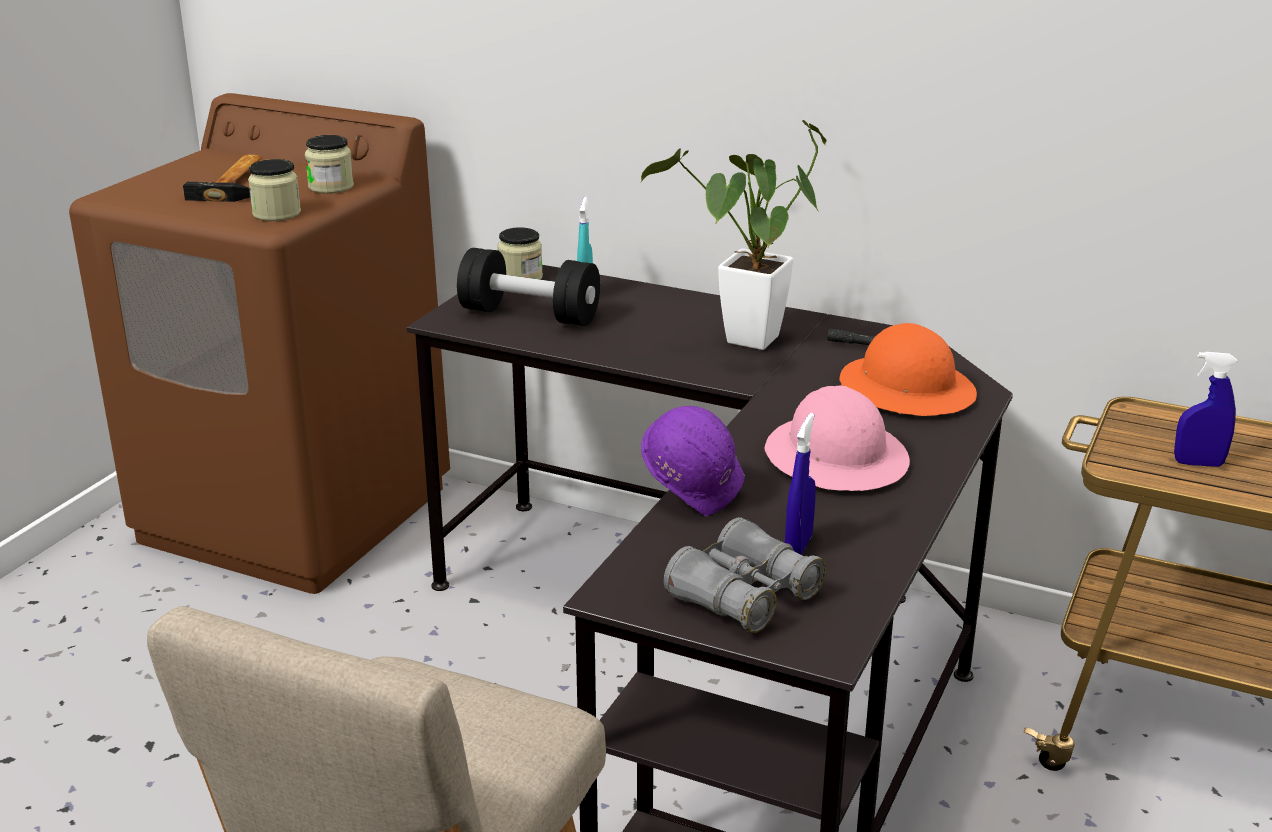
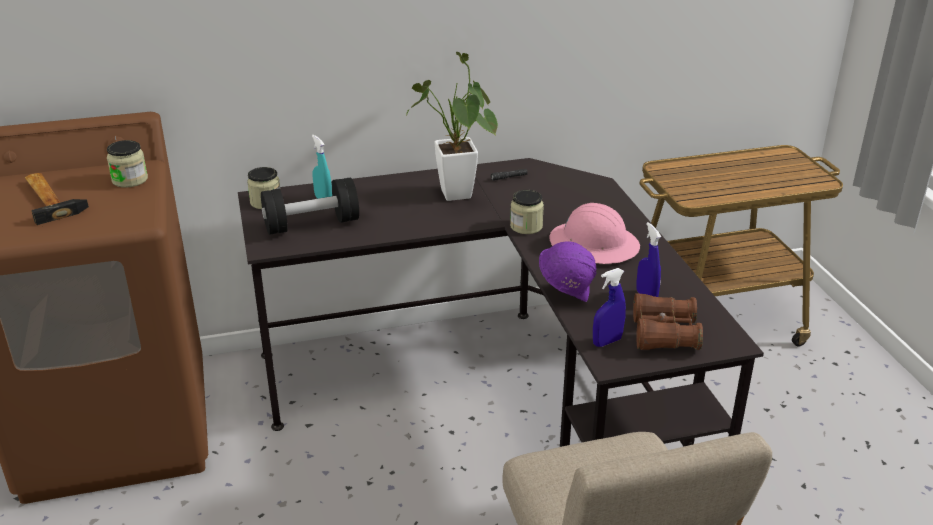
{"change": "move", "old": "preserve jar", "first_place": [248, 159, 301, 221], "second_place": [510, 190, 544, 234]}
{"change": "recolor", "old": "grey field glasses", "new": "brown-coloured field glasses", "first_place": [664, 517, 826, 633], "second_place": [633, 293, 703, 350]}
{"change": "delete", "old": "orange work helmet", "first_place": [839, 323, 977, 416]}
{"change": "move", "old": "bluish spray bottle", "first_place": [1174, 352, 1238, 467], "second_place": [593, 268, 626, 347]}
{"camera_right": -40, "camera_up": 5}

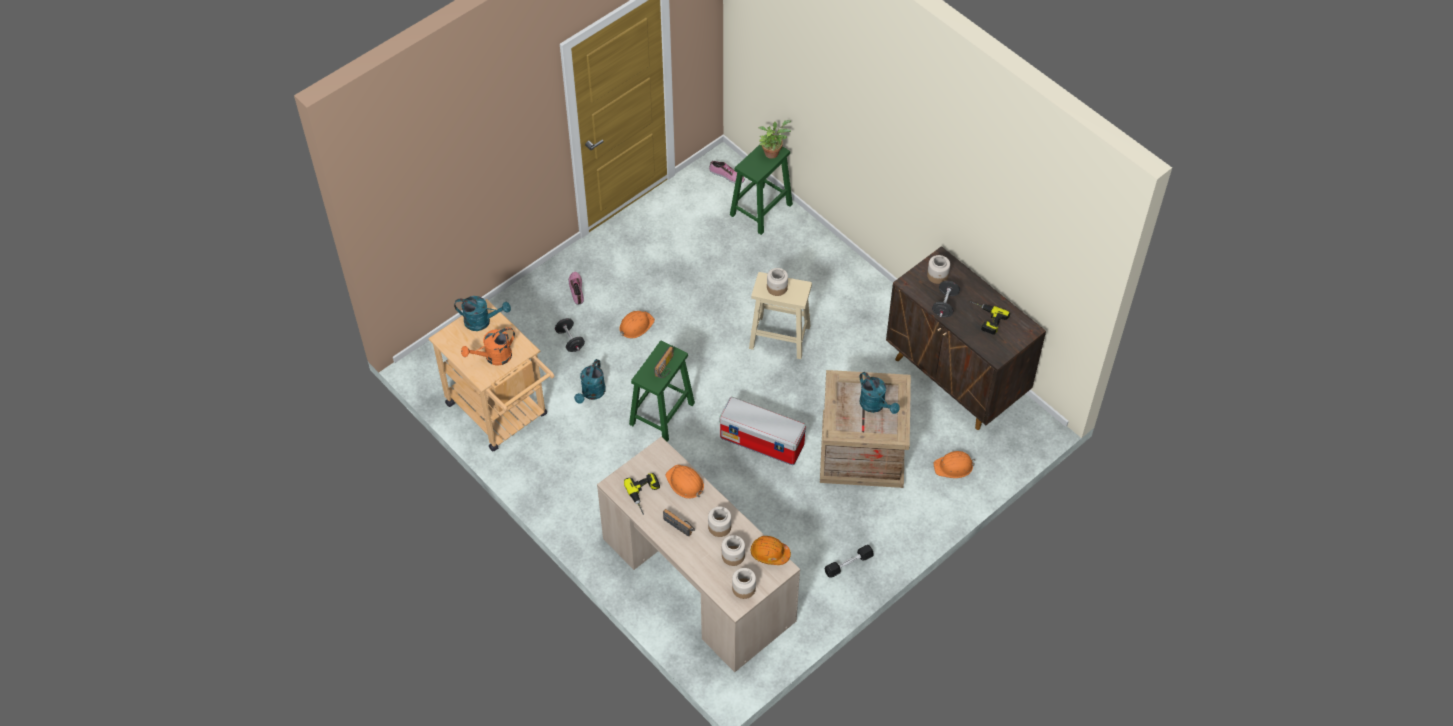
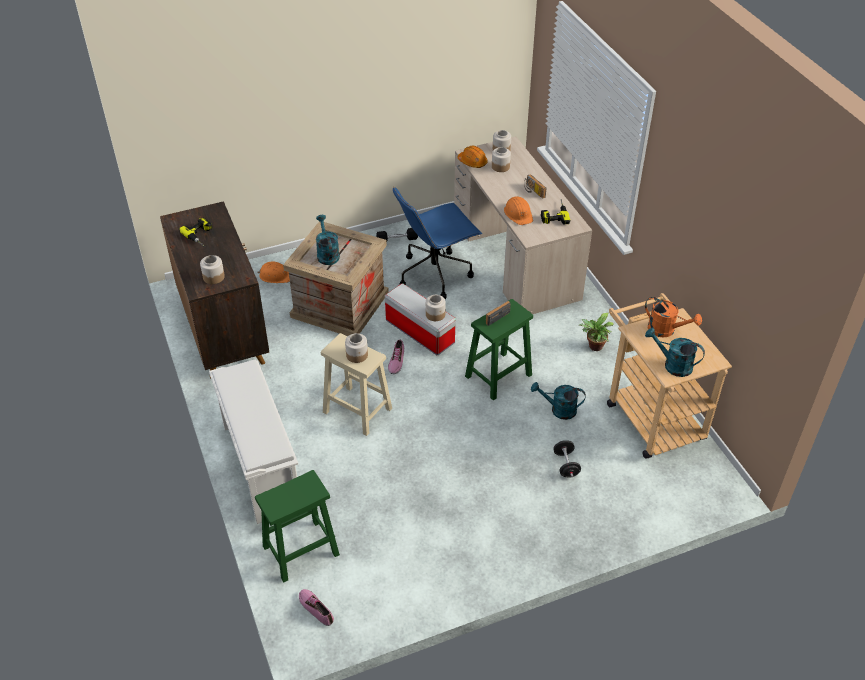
{"change": "rotate", "old": "orange watering pot", "first_place": [461, 327, 515, 366], "second_place": [645, 297, 702, 338], "degrees": 45}
{"change": "move", "old": "shoe", "first_place": [569, 272, 584, 305], "second_place": [388, 339, 404, 374]}
{"change": "rotate", "old": "blue-green watering pot", "first_place": [574, 359, 606, 404], "second_place": [531, 382, 586, 420], "degrees": -120}
{"change": "delete", "old": "orange work helmet", "first_place": [619, 311, 655, 338]}
{"change": "move", "old": "preserve jar", "first_place": [708, 506, 731, 537], "second_place": [426, 295, 446, 321]}
{"change": "move", "old": "potted plant", "first_place": [759, 120, 791, 159], "second_place": [579, 313, 614, 351]}
{"change": "delete", "old": "blackish free weight", "first_place": [932, 281, 960, 317]}
{"change": "insert", "new": "white-coloured shoe rack", "second_place": [209, 360, 298, 524]}
{"change": "insert", "new": "bluish desk chair", "second_place": [393, 187, 482, 299]}
{"camera_right": -160, "camera_up": -10}

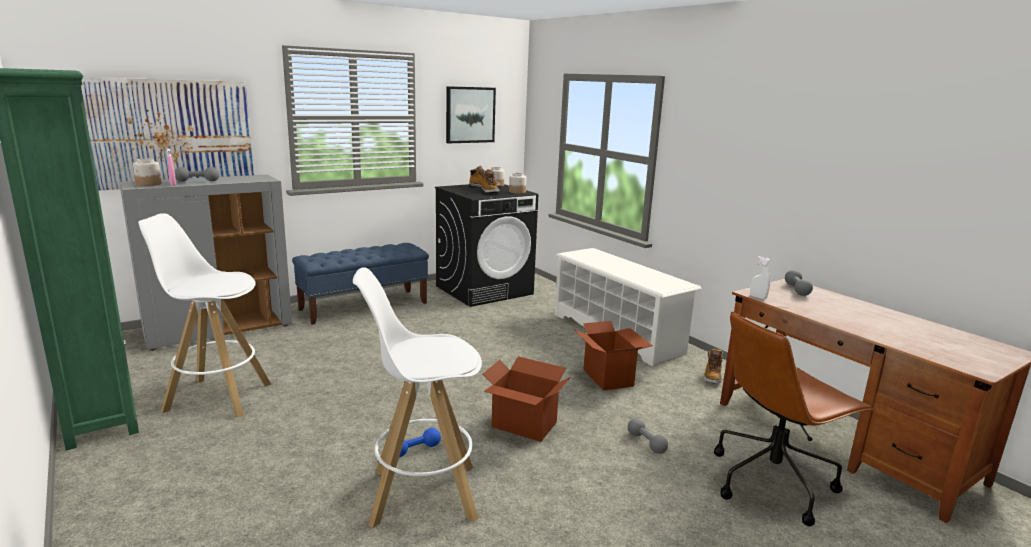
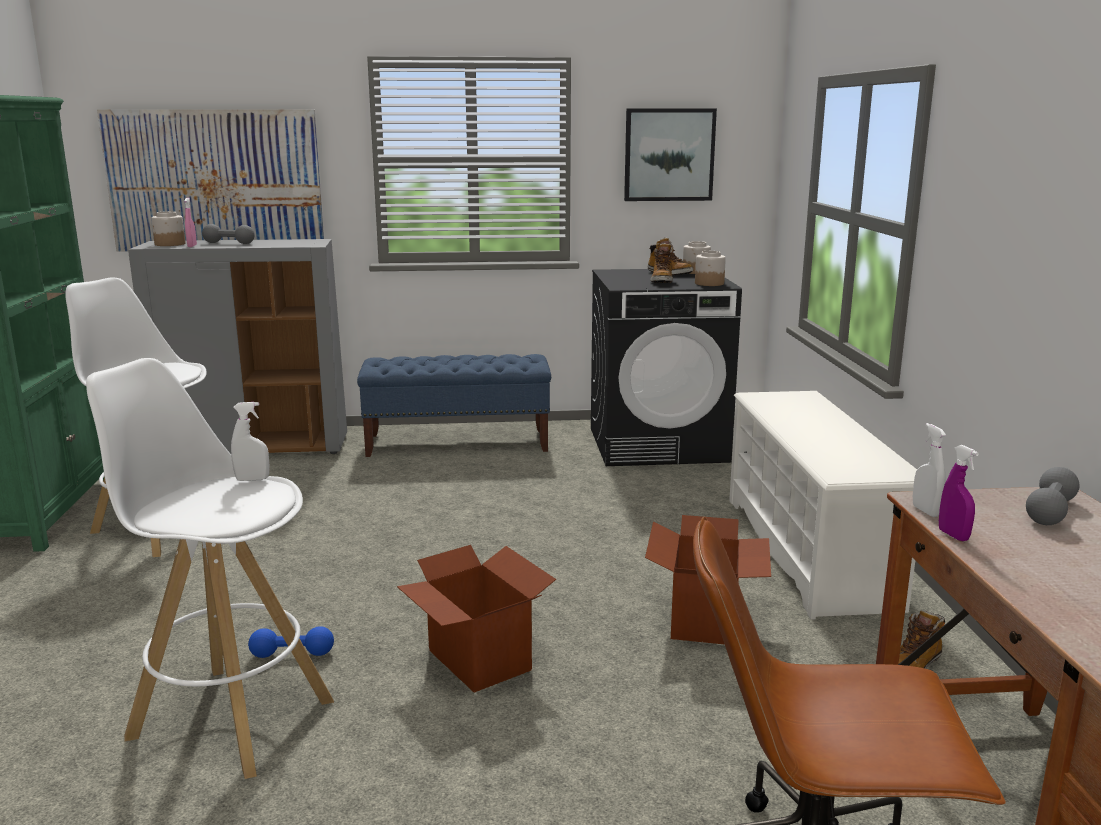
{"change": "delete", "old": "grey free weight", "first_place": [628, 418, 668, 454]}
{"change": "insert", "new": "white-coloured spray bottle", "second_place": [231, 402, 270, 481]}
{"change": "insert", "new": "purple-coloured spray bottle", "second_place": [939, 445, 979, 541]}
{"camera_right": 30, "camera_up": 0}

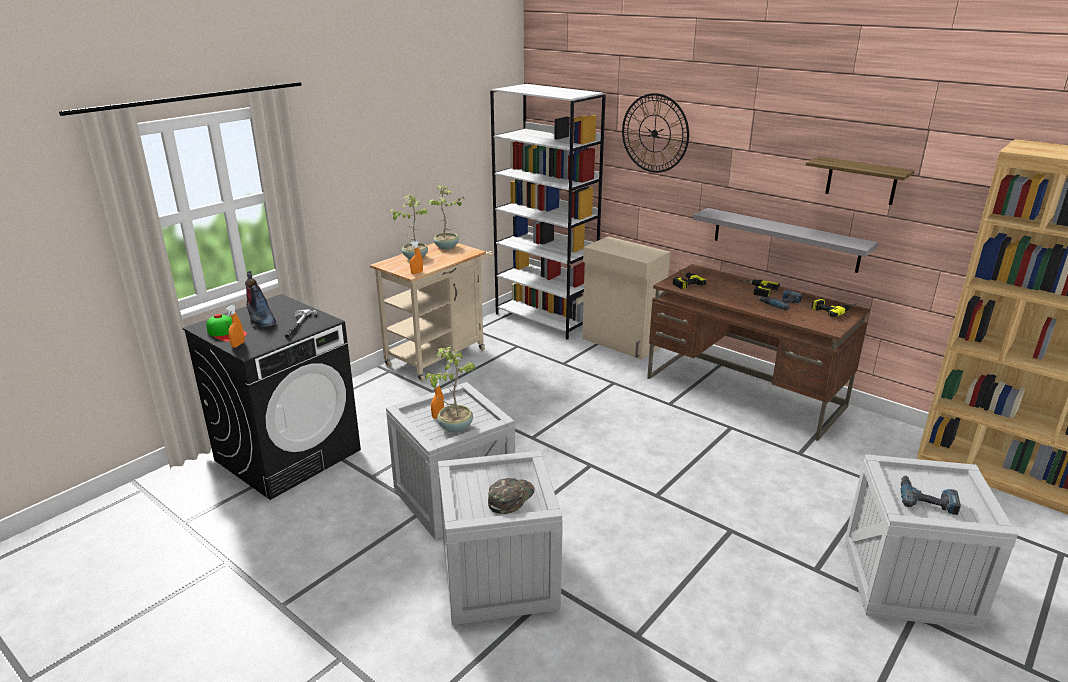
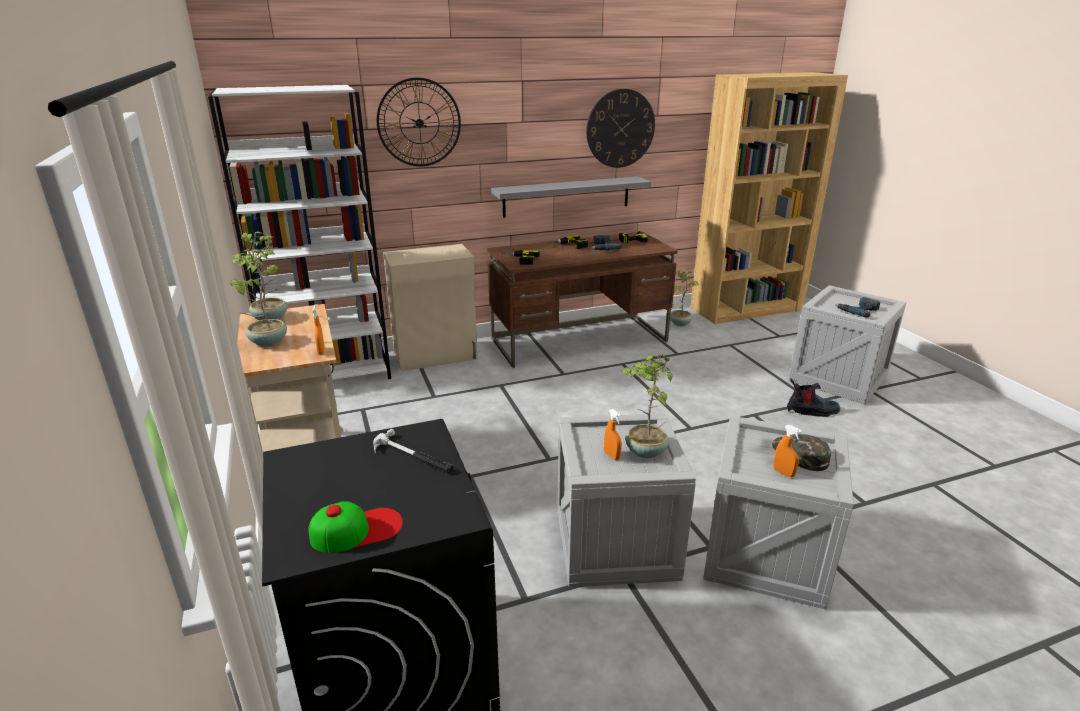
{"change": "move", "old": "orange spray bottle", "first_place": [226, 305, 244, 348], "second_place": [774, 425, 802, 477]}
{"change": "move", "old": "tall boot", "first_place": [245, 271, 276, 328], "second_place": [787, 379, 840, 417]}
{"change": "replace", "old": "wall shelf", "new": "clock on the wall", "first_place": [806, 157, 915, 205], "second_place": [586, 89, 655, 168]}
{"change": "insert", "new": "potted plant", "second_place": [670, 269, 698, 326]}
{"camera_right": -60, "camera_up": 0}

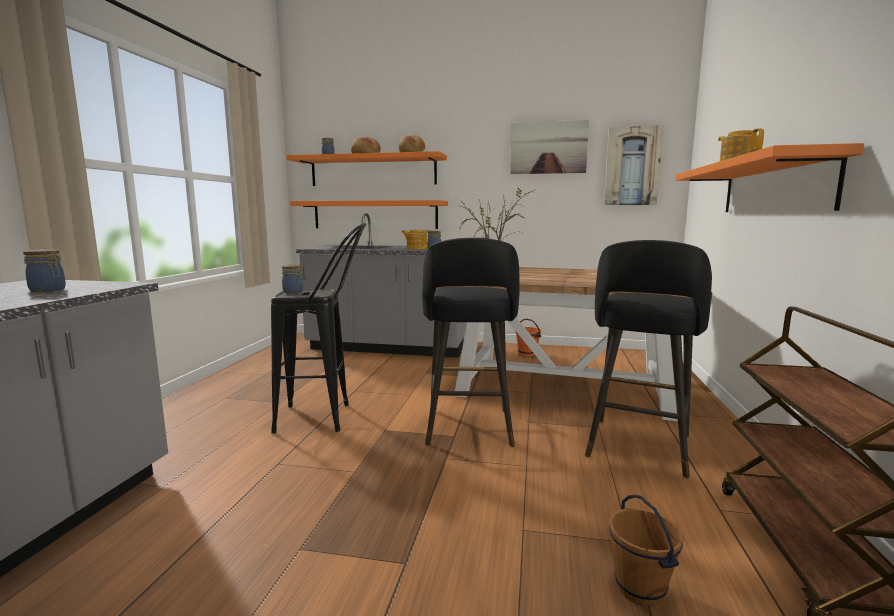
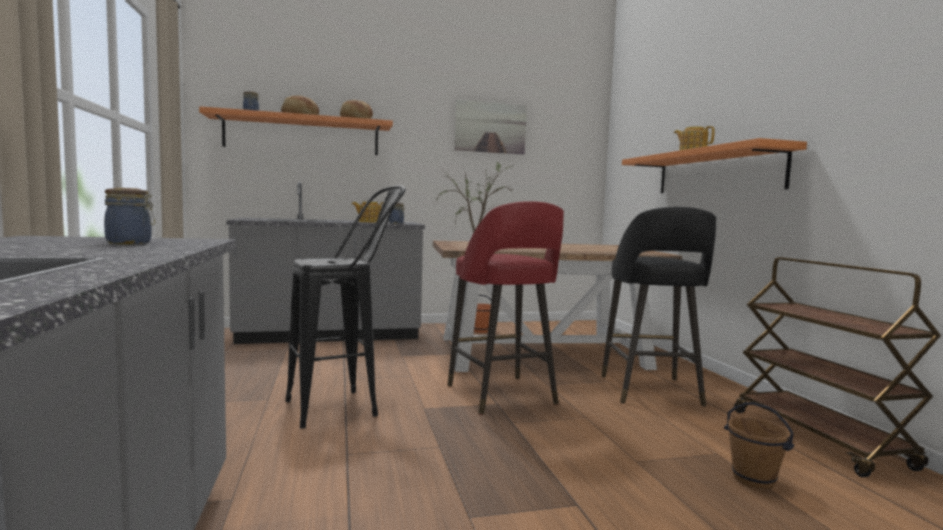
{"change": "delete", "old": "preserve jar", "first_place": [282, 264, 303, 294]}
{"change": "delete", "old": "orange wall shelf", "first_place": [290, 200, 448, 229]}
{"change": "recolor", "old": "blackish stool", "new": "red-coloured stool", "first_place": [422, 238, 519, 447], "second_place": [447, 201, 564, 415]}
{"change": "delete", "old": "wall picture", "first_place": [604, 125, 663, 205]}
{"camera_right": -25, "camera_up": -5}

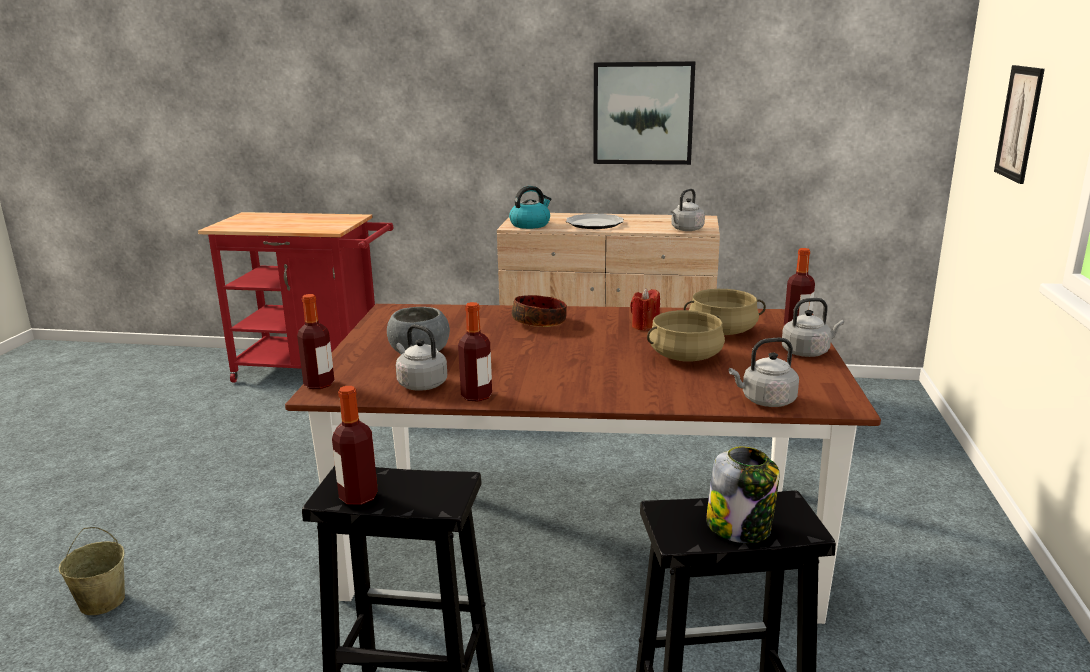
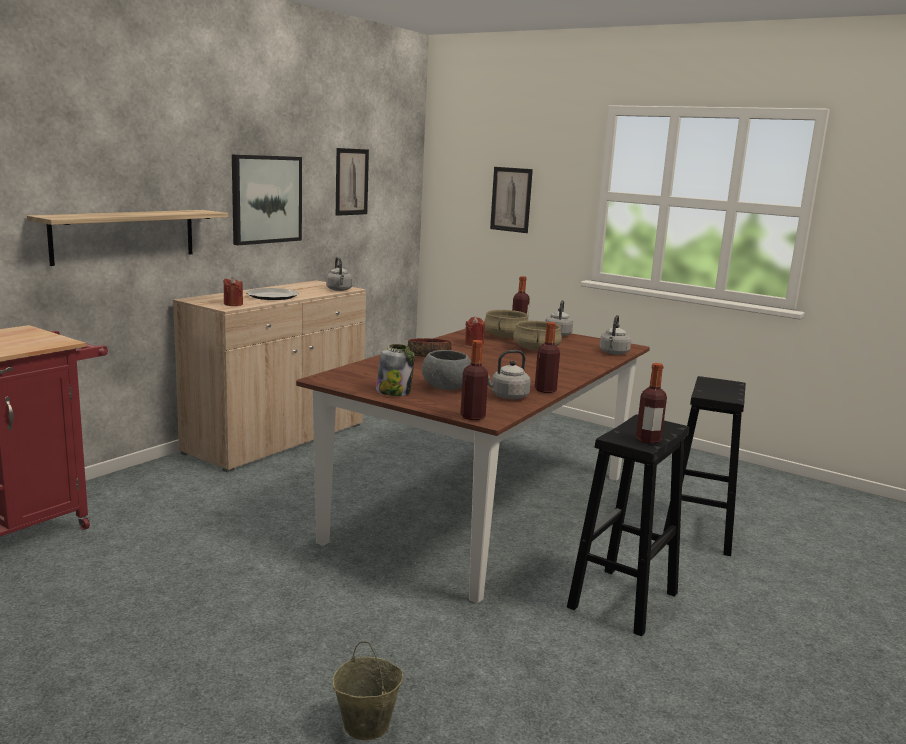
{"change": "replace", "old": "kettle", "new": "red-coloured wax candle", "first_place": [509, 186, 551, 229], "second_place": [223, 277, 243, 306]}
{"change": "move", "old": "preserve jar", "first_place": [706, 446, 779, 543], "second_place": [376, 344, 415, 396]}
{"change": "insert", "new": "wall shelf", "second_place": [27, 210, 228, 266]}
{"change": "insert", "new": "wall picture", "second_place": [336, 148, 369, 216]}
{"camera_right": -65, "camera_up": -5}

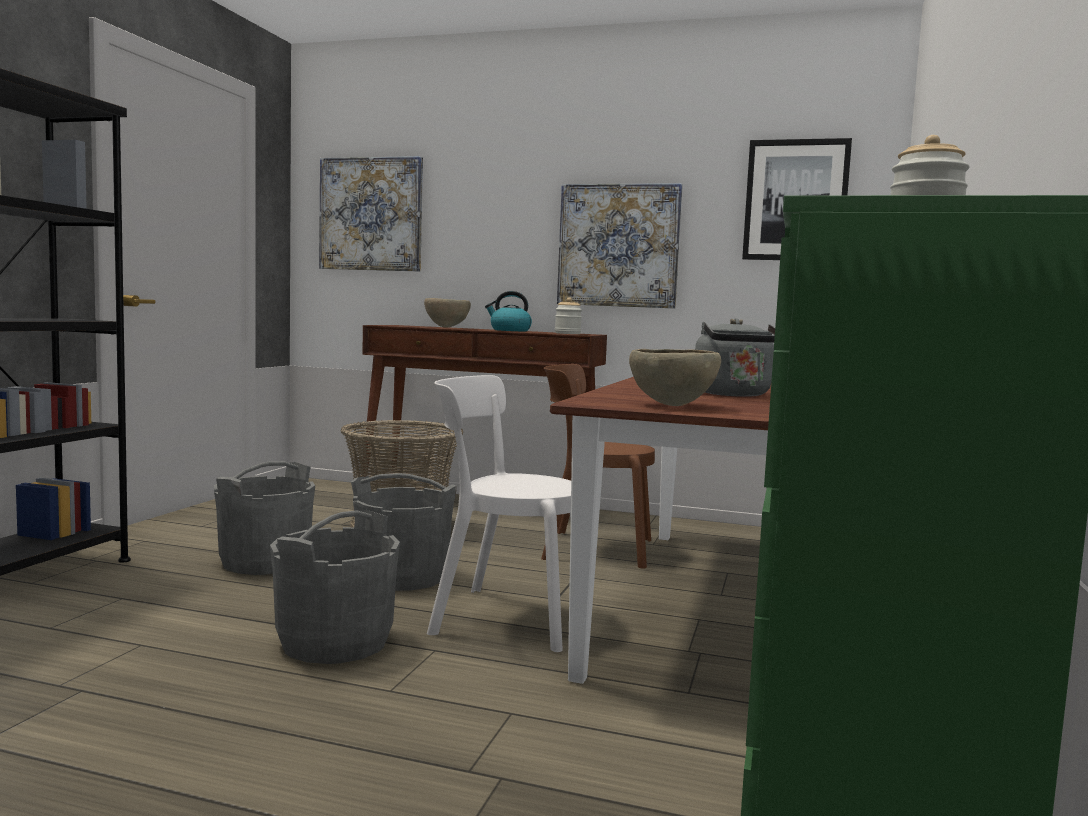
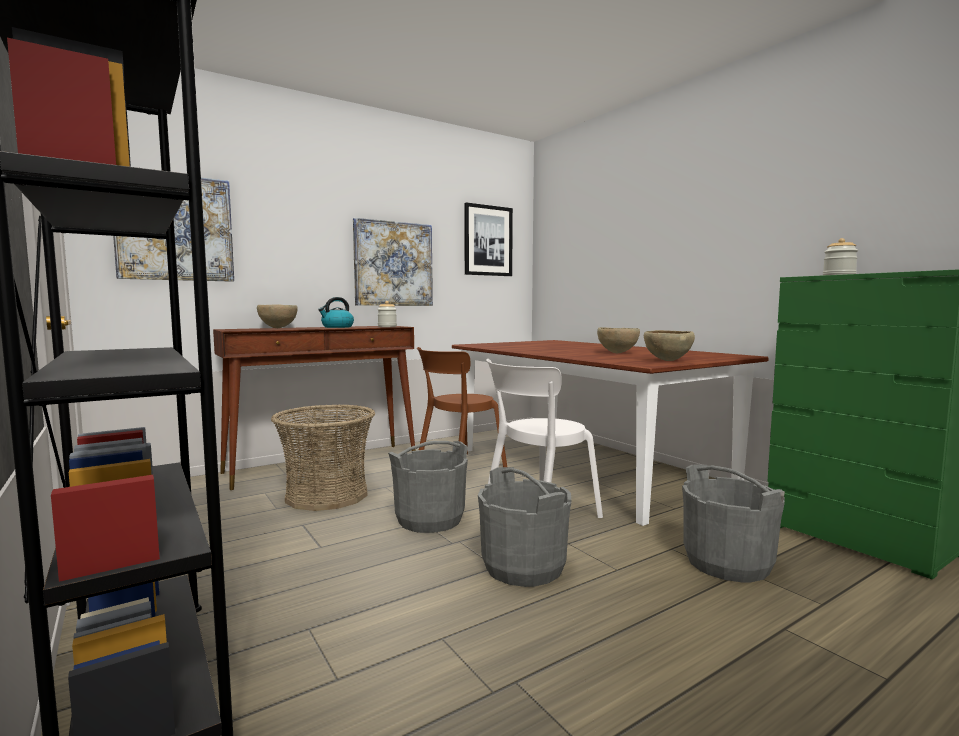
{"change": "move", "old": "grey bucket", "first_place": [214, 461, 315, 575], "second_place": [682, 465, 785, 582]}
{"change": "replace", "old": "grey kettle", "new": "brown-coloured deep dish", "first_place": [695, 318, 775, 397], "second_place": [597, 327, 640, 353]}
{"camera_right": -50, "camera_up": 0}

